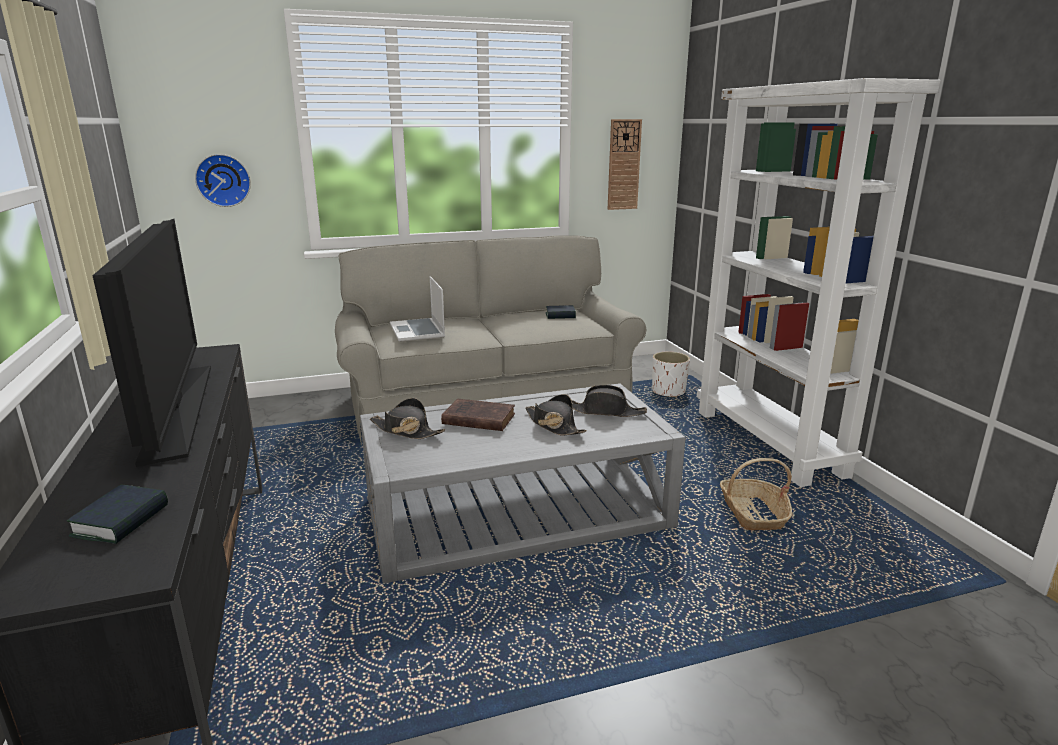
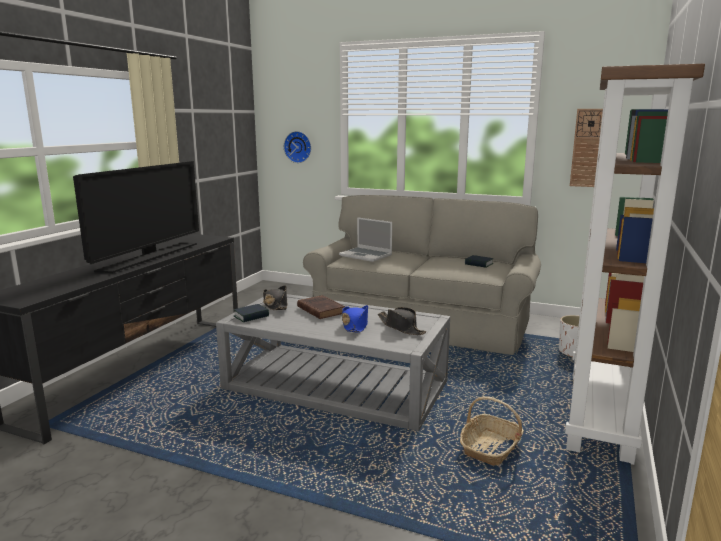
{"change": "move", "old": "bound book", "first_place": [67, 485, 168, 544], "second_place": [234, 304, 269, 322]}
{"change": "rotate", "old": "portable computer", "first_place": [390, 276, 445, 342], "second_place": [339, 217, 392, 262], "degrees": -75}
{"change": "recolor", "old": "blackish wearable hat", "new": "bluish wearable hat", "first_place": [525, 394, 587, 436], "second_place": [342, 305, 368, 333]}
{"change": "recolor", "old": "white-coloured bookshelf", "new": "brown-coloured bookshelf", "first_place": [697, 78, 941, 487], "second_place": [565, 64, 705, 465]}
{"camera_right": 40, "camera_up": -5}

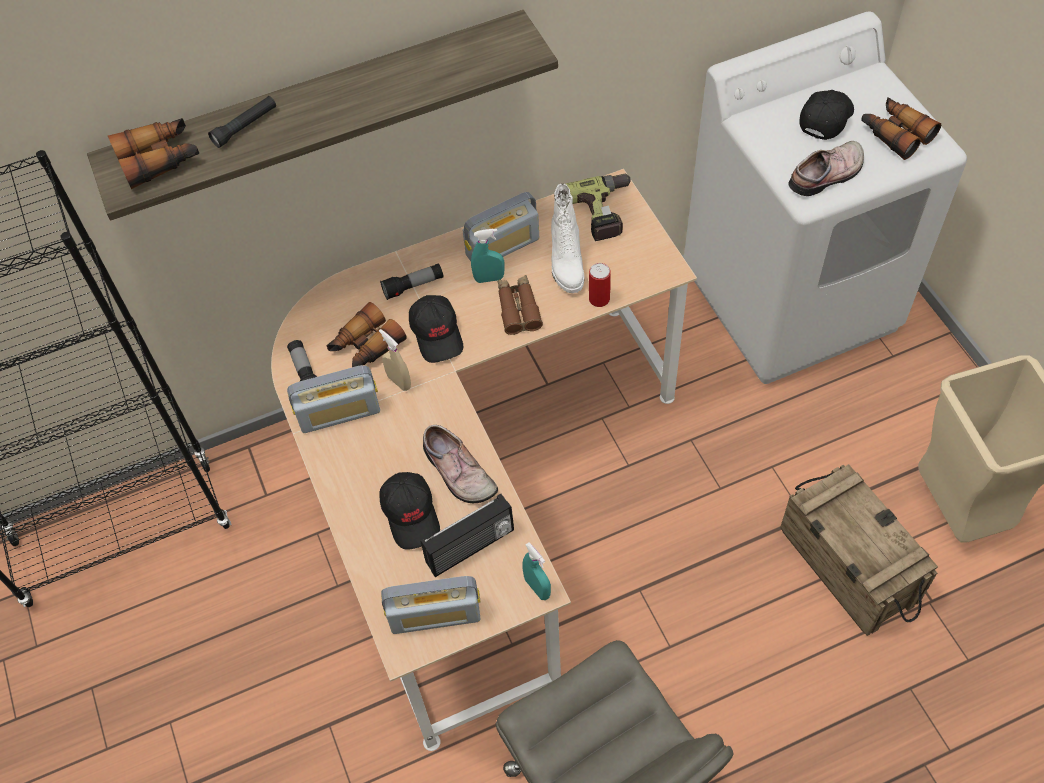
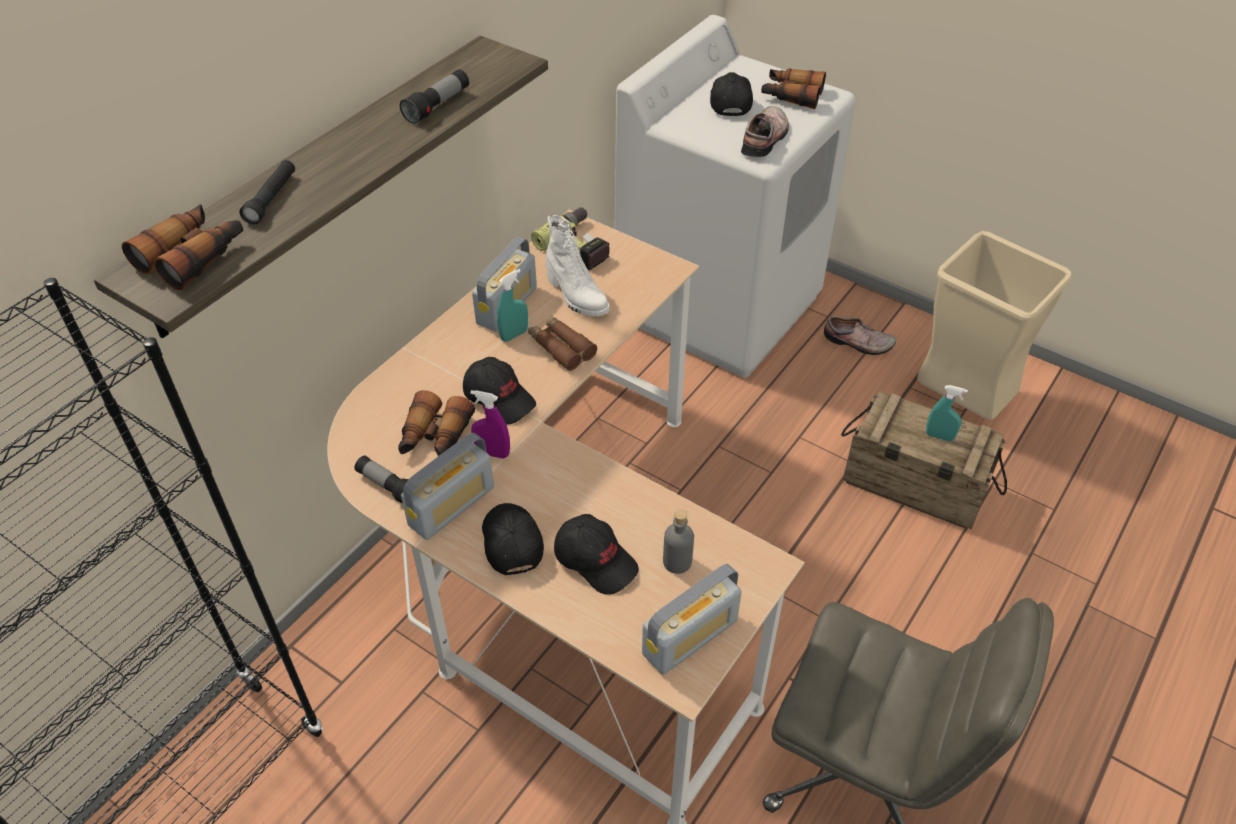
{"change": "recolor", "old": "sand-coloured spray bottle", "new": "purple-coloured spray bottle", "first_place": [379, 329, 411, 391], "second_place": [470, 390, 510, 459]}
{"change": "move", "old": "hand torch", "first_place": [380, 263, 444, 300], "second_place": [400, 69, 469, 124]}
{"change": "replace", "old": "radio receiver", "new": "grey bottle", "first_place": [420, 494, 514, 577], "second_place": [663, 509, 694, 574]}
{"change": "move", "old": "shoe", "first_place": [423, 425, 498, 503], "second_place": [824, 316, 896, 355]}
{"change": "move", "old": "blue-green spray bottle", "first_place": [522, 542, 551, 600], "second_place": [926, 385, 968, 441]}
{"change": "delete", "old": "sealed can", "first_place": [589, 263, 611, 307]}
{"change": "insert", "new": "blackish baseball cap", "second_place": [482, 503, 544, 575]}
{"camera_right": -35, "camera_up": -10}

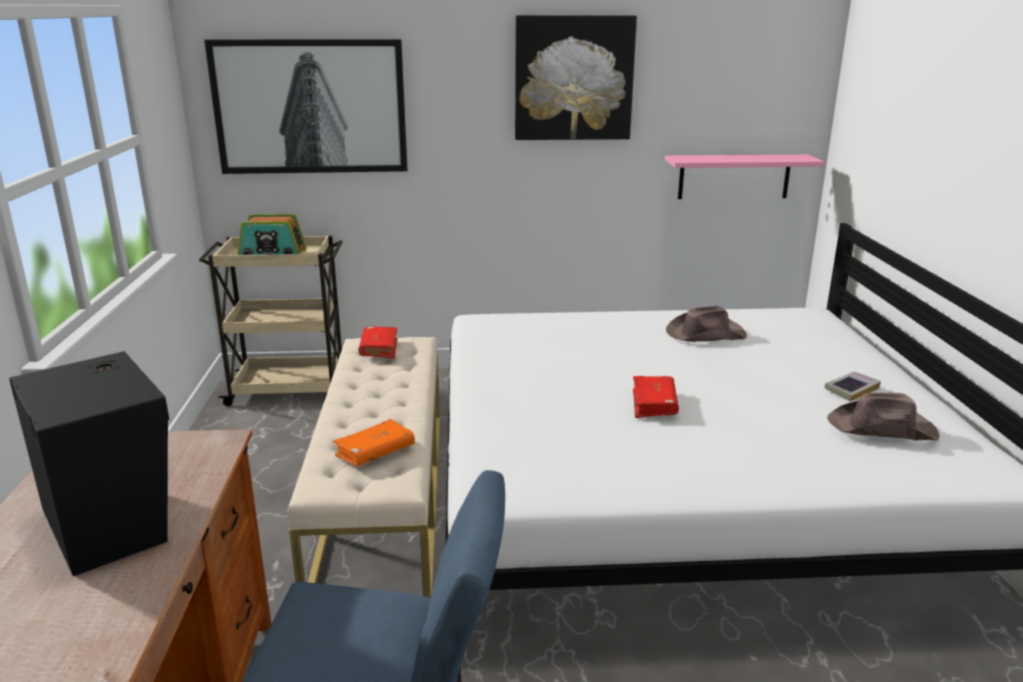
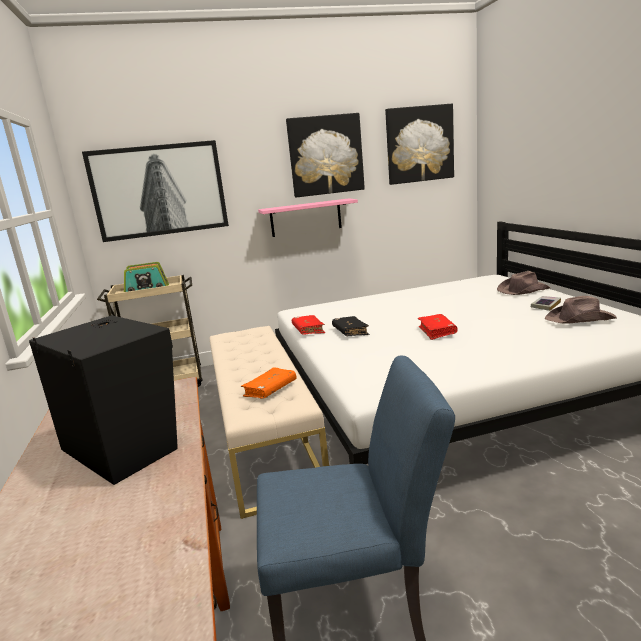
{"change": "move", "old": "red-coloured bound book", "first_place": [359, 326, 397, 358], "second_place": [292, 315, 325, 335]}
{"change": "move", "old": "pink-coloured wall shelf", "first_place": [665, 154, 825, 199], "second_place": [258, 198, 358, 237]}
{"change": "move", "old": "brown-coloured wearable hat", "first_place": [666, 306, 747, 342], "second_place": [497, 271, 550, 295]}
{"change": "insert", "new": "blackish bound book", "second_place": [332, 316, 369, 336]}
{"change": "insert", "new": "wall picture", "second_place": [385, 104, 454, 185]}
{"camera_right": -10, "camera_up": -5}

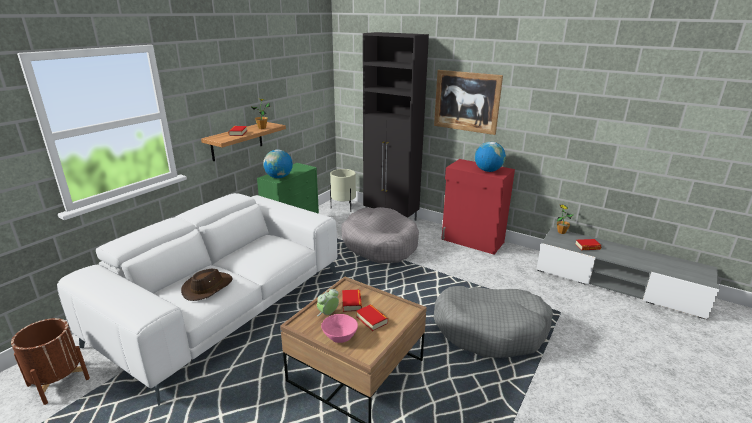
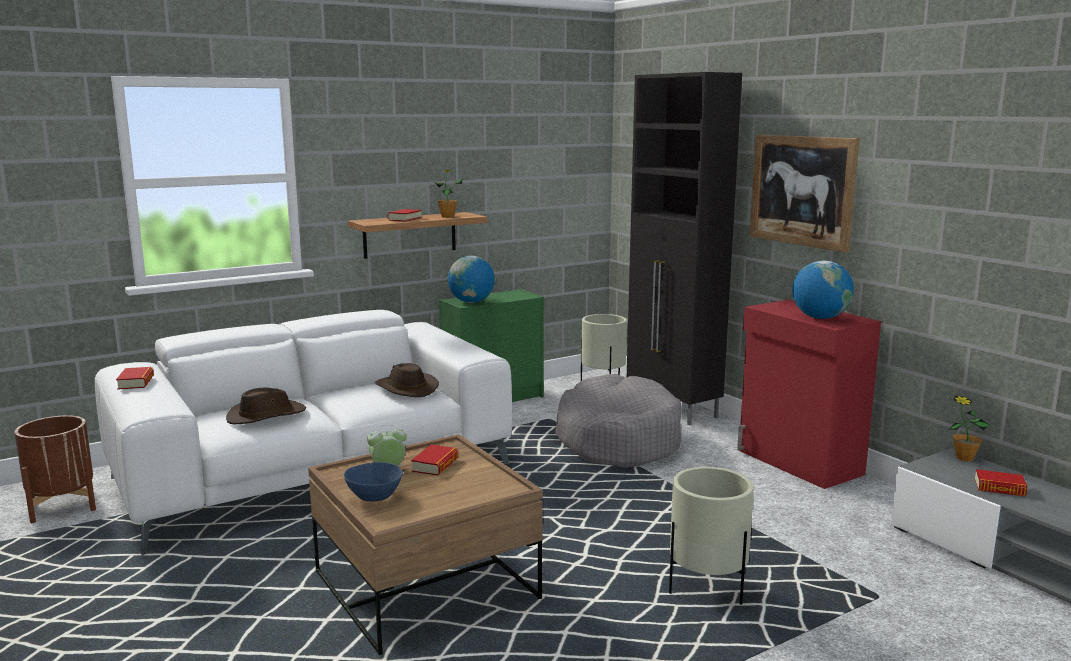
{"change": "recolor", "old": "pink-coloured deep dish", "new": "bluish deep dish", "first_place": [321, 314, 358, 343], "second_place": [344, 462, 403, 502]}
{"change": "move", "old": "bound book", "first_place": [356, 304, 388, 331], "second_place": [116, 367, 154, 390]}
{"change": "replace", "old": "grey dog bed", "new": "sand-coloured planter", "first_place": [434, 286, 553, 358], "second_place": [669, 467, 754, 605]}
{"change": "insert", "new": "brown-coloured wearable hat", "second_place": [375, 363, 439, 397]}
{"camera_right": 25, "camera_up": -10}

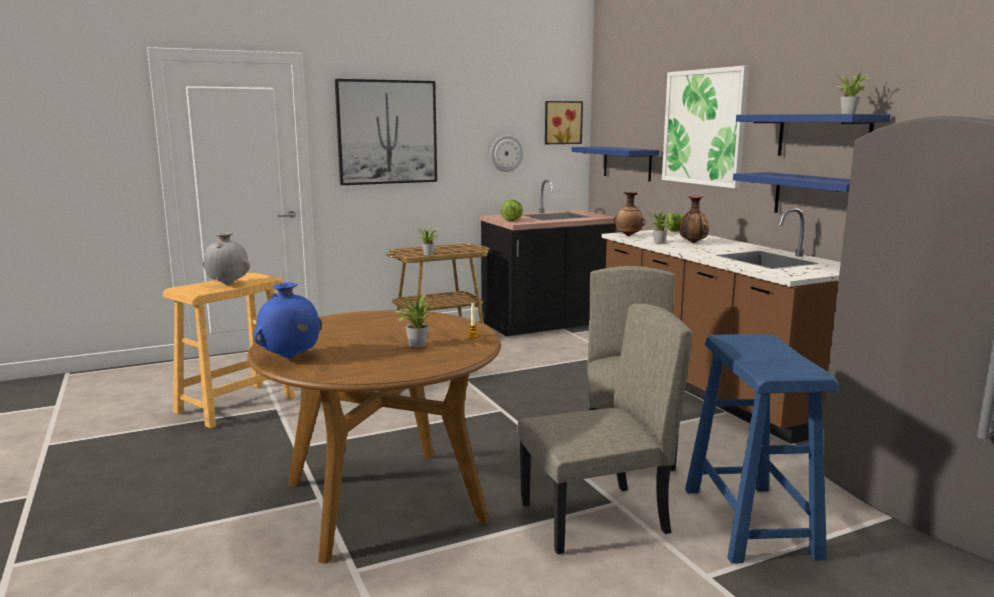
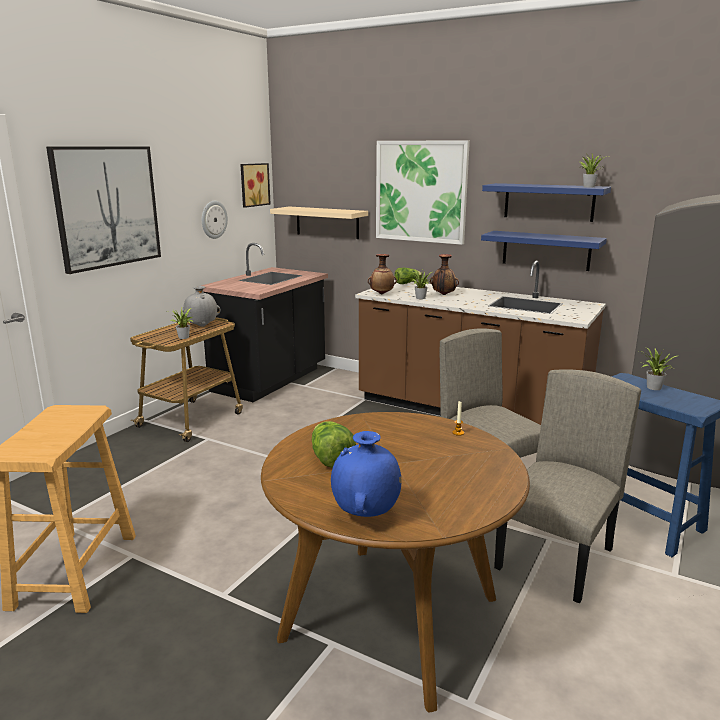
{"change": "move", "old": "grey flower vase", "first_place": [203, 232, 250, 285], "second_place": [180, 286, 221, 327]}
{"change": "move", "old": "potted plant", "first_place": [393, 293, 436, 348], "second_place": [639, 346, 677, 390]}
{"change": "move", "old": "lettuce", "first_place": [501, 200, 523, 221], "second_place": [312, 421, 356, 468]}
{"change": "recolor", "old": "bluish wall shelf", "new": "sand-coloured wall shelf", "first_place": [572, 146, 660, 182], "second_place": [270, 206, 368, 239]}
{"camera_right": -35, "camera_up": 5}

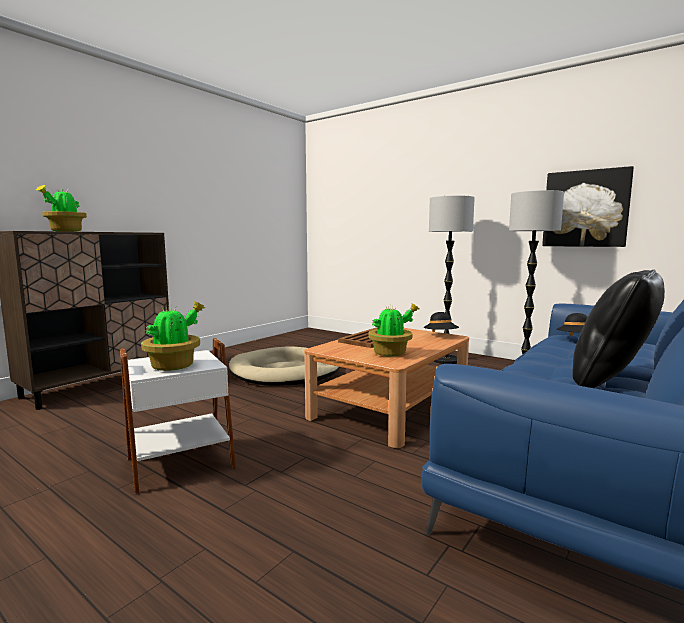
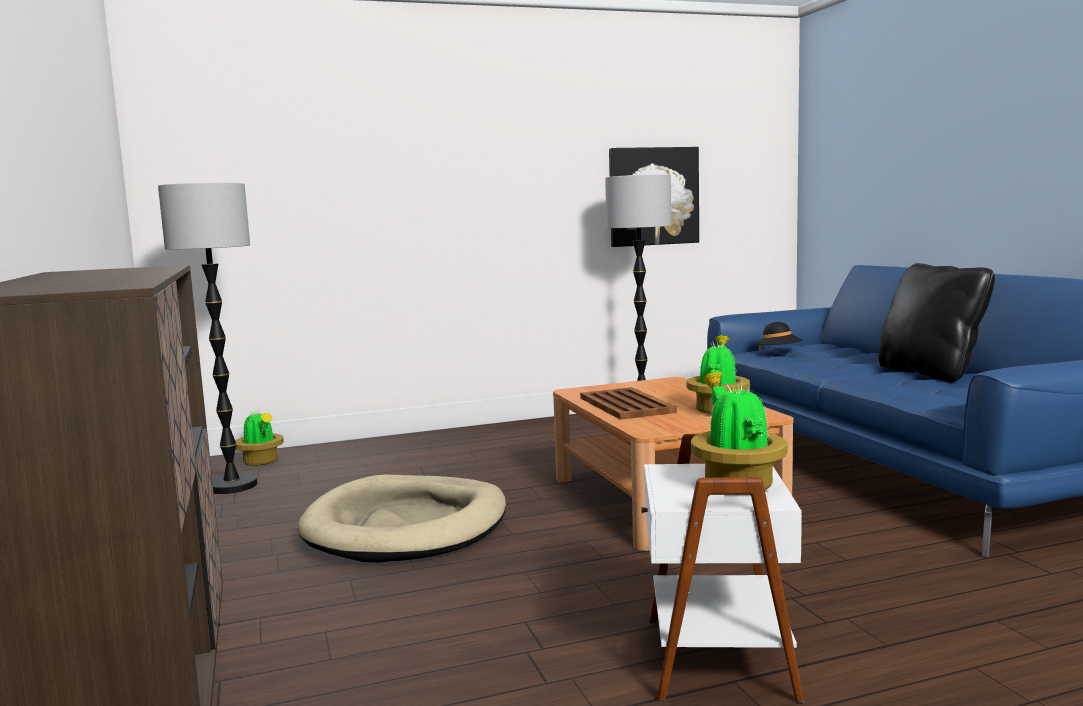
{"change": "move", "old": "potted plant", "first_place": [36, 185, 87, 232], "second_place": [235, 410, 284, 466]}
{"change": "delete", "old": "blackish wearable hat", "first_place": [424, 312, 459, 332]}
{"change": "move", "old": "standard lamp", "first_place": [429, 196, 475, 364], "second_place": [158, 183, 257, 494]}
{"camera_right": -55, "camera_up": 0}

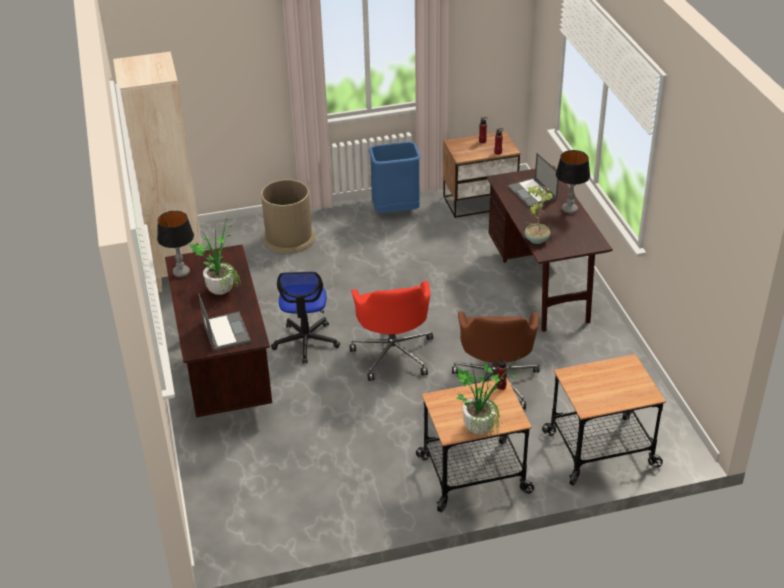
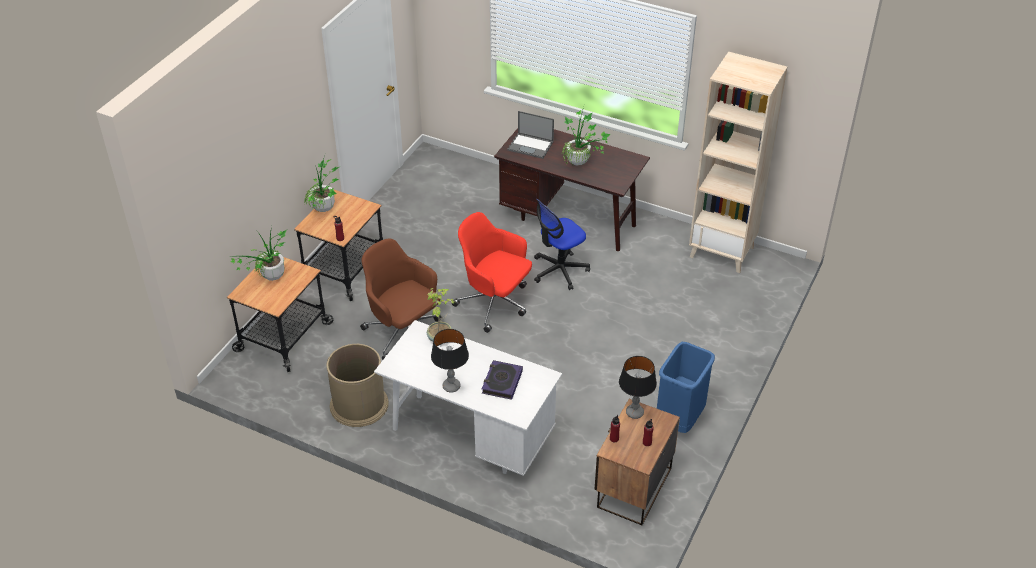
{"change": "move", "old": "table lamp", "first_place": [157, 211, 194, 277], "second_place": [619, 356, 657, 419]}
{"change": "move", "old": "brown-coloured trash can", "first_place": [261, 180, 315, 254], "second_place": [326, 344, 389, 427]}
{"change": "rotate", "old": "desk chair", "first_place": [271, 272, 340, 364], "second_place": [534, 199, 590, 290], "degrees": -75}
{"change": "recolor", "old": "brown-coloured desk unit", "new": "white-coloured desk unit", "first_place": [486, 166, 613, 332], "second_place": [374, 320, 562, 476]}
{"change": "replace", "old": "portable computer", "new": "bound book", "first_place": [507, 153, 559, 207], "second_place": [482, 360, 523, 400]}
{"change": "insert", "new": "potted plant", "second_place": [228, 226, 287, 281]}
{"camera_right": 130, "camera_up": 5}

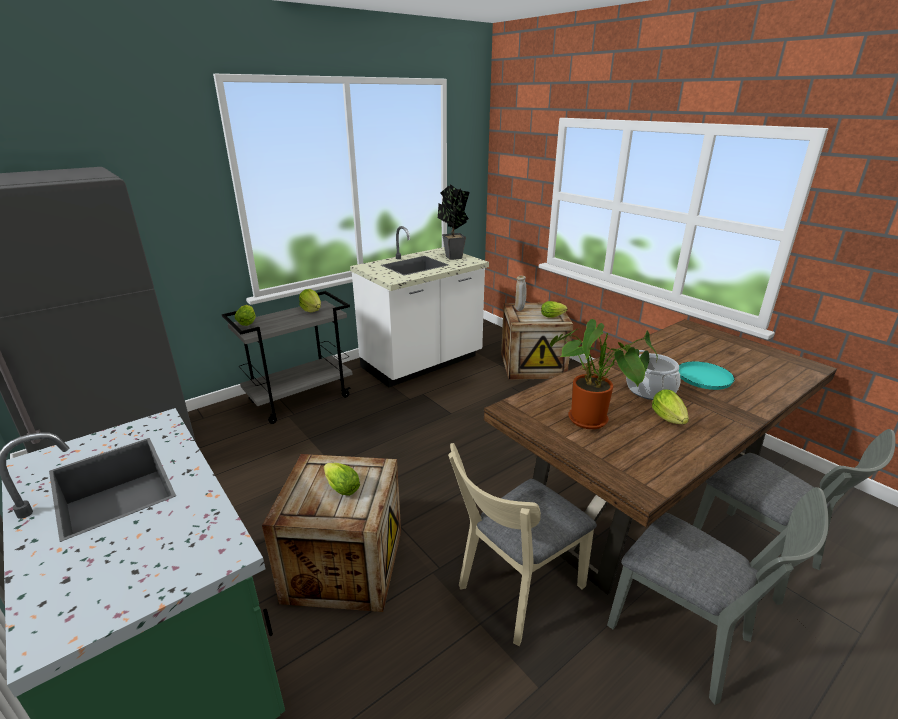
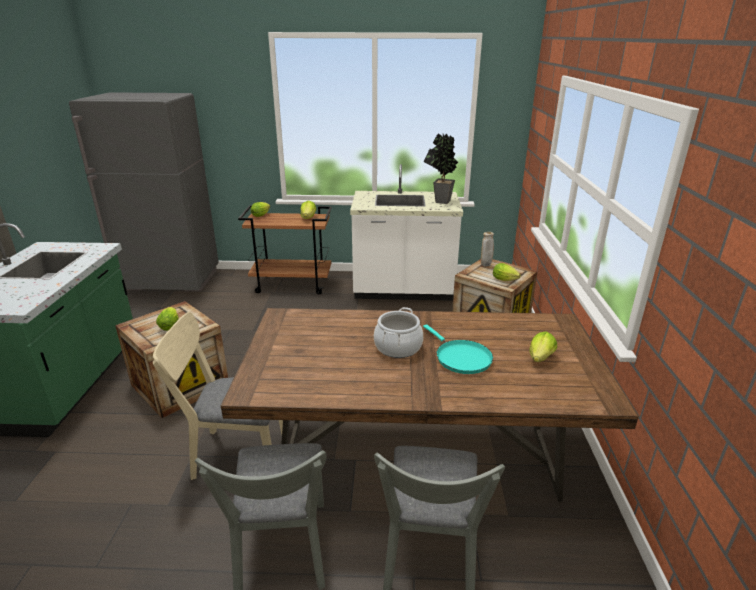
{"change": "recolor", "old": "grey trolley", "new": "brown-coloured trolley", "first_place": [222, 291, 353, 424], "second_place": [238, 205, 332, 294]}
{"change": "delete", "old": "potted plant", "first_place": [550, 319, 658, 429]}
{"change": "move", "old": "lettuce", "first_place": [652, 389, 689, 424], "second_place": [529, 331, 557, 362]}
{"camera_right": 40, "camera_up": 0}

